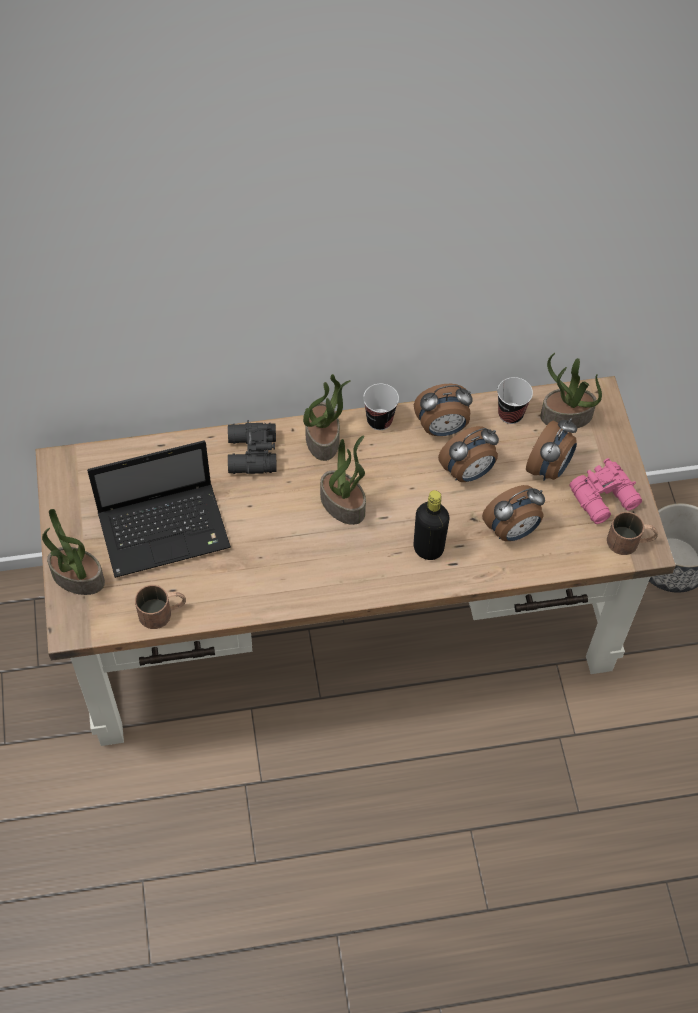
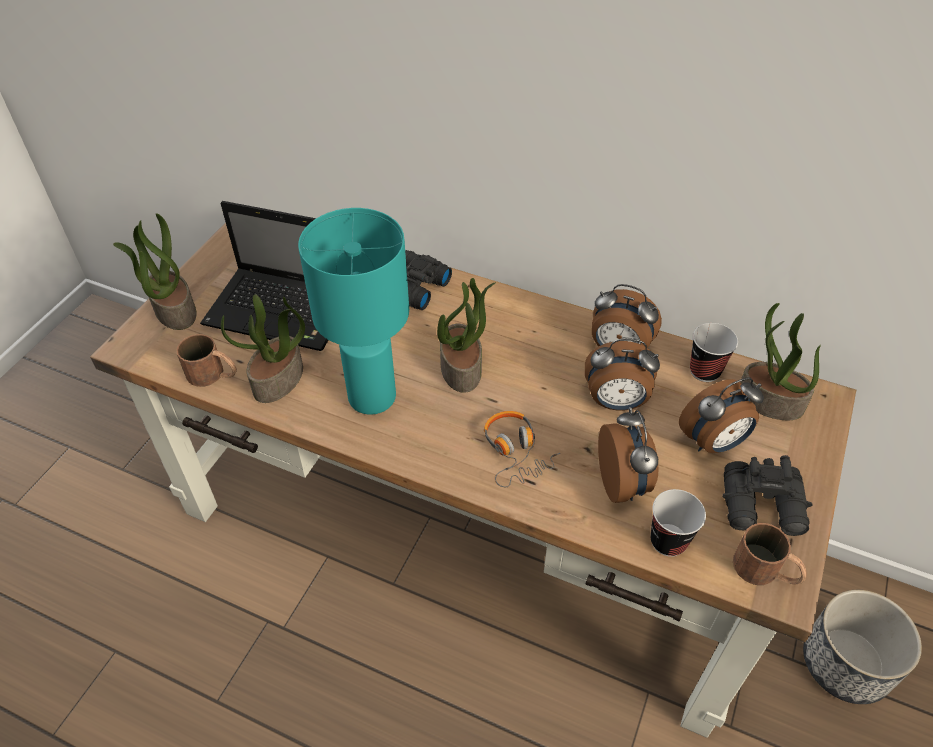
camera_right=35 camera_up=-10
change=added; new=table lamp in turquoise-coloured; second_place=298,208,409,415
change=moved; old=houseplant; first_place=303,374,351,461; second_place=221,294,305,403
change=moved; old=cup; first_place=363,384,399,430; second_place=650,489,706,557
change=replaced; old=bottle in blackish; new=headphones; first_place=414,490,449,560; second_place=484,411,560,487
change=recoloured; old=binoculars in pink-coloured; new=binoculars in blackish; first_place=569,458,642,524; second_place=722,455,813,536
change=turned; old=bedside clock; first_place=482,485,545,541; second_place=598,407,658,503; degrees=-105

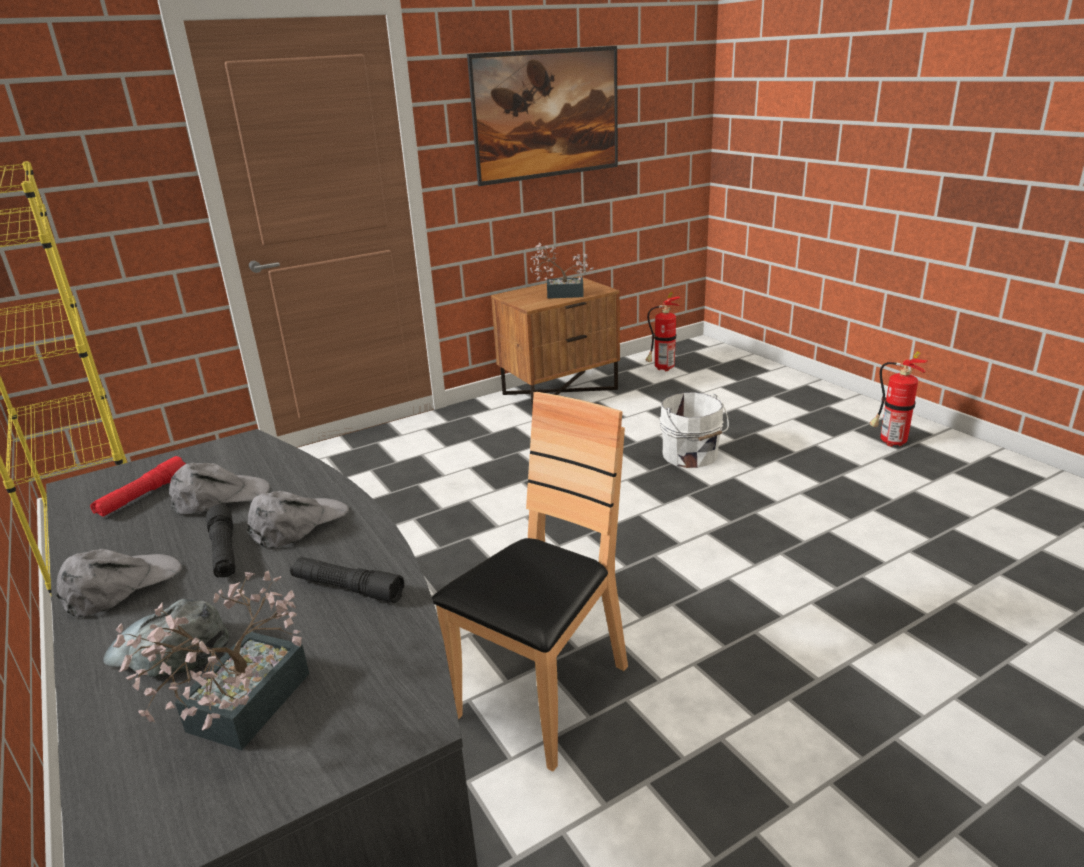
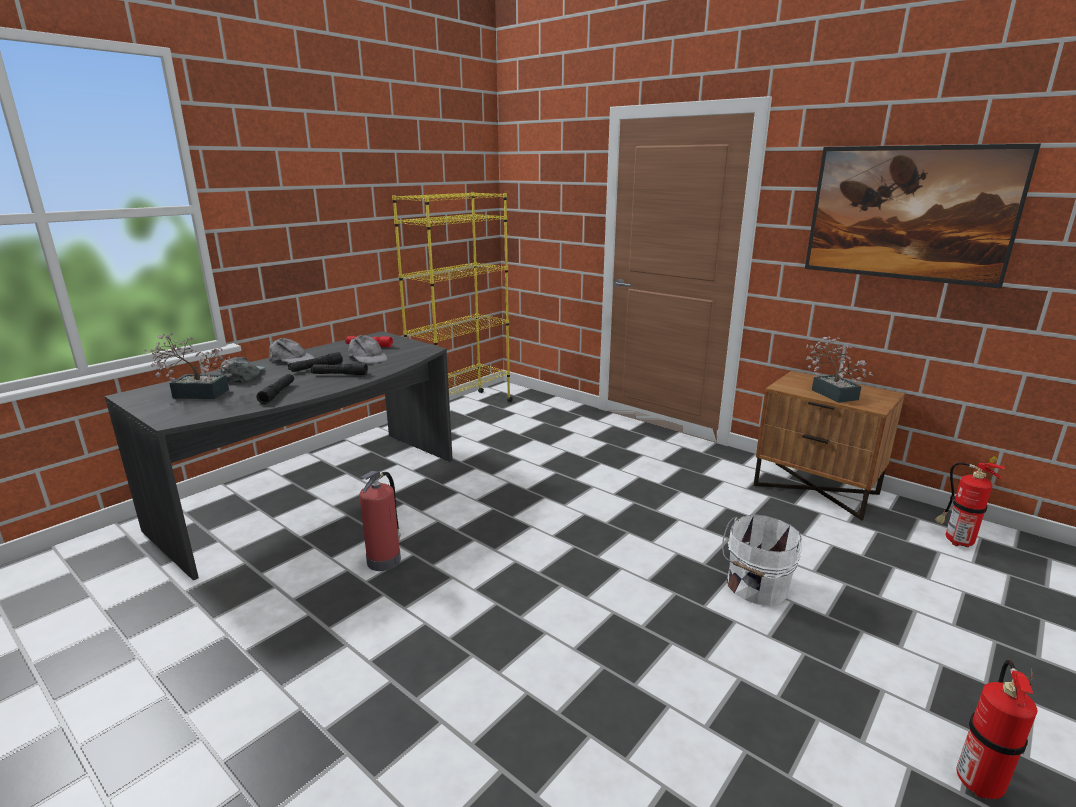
camera_right=70 camera_up=-5
change=replaced; old=baseball cap in greyish; new=flashlight in blackish; first_place=247,491,349,548; second_place=311,363,368,375
change=replaced; old=chair in brownish; new=fire-fighting cylinder; first_place=432,392,628,771; second_place=359,471,401,571

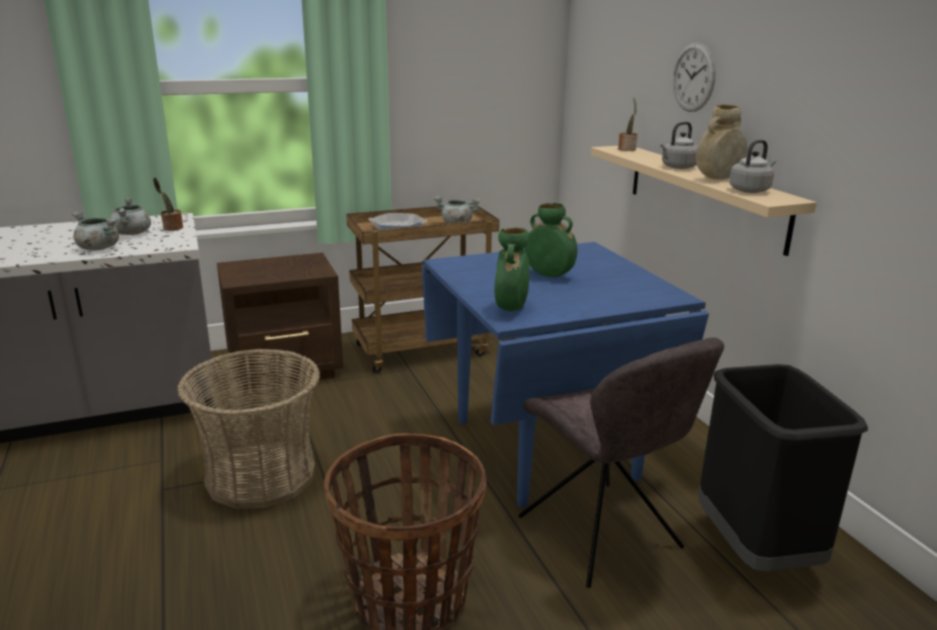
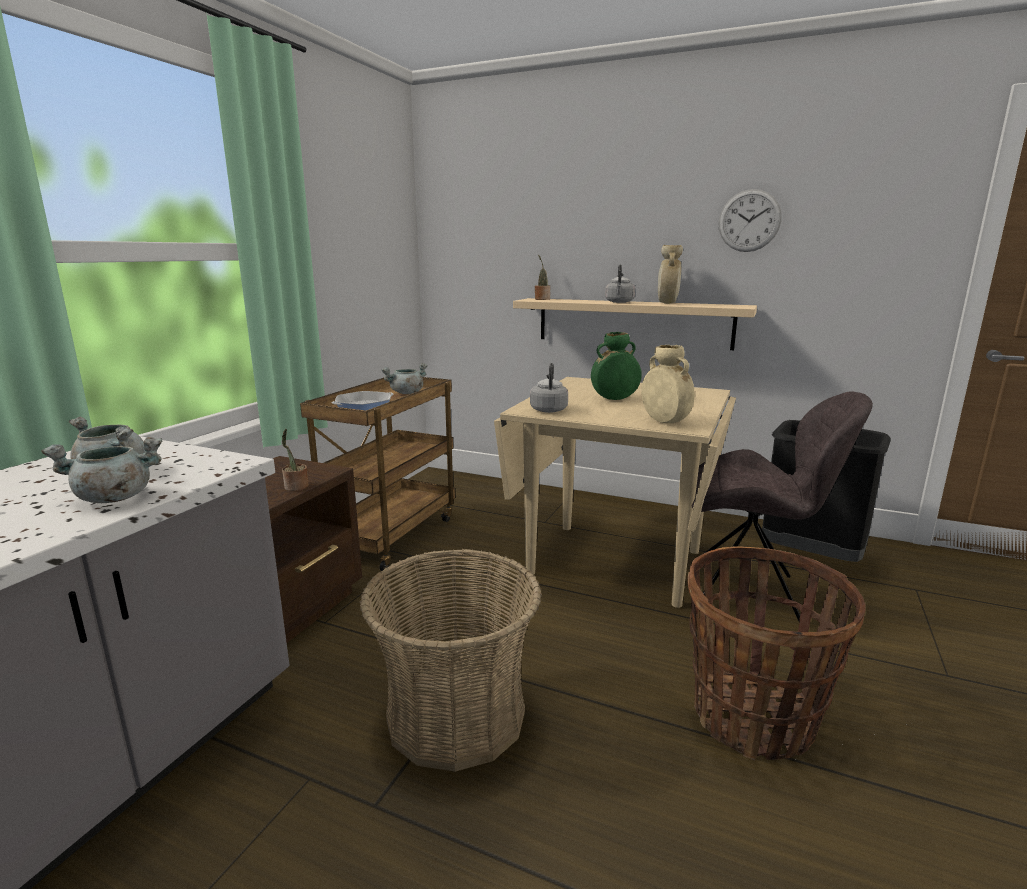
camera_right=-45 camera_up=-5
change=moved; old=houseplant; first_place=153,178,183,231; second_place=282,429,309,491
change=moved; old=wall clock; first_place=673,42,716,112; second_place=719,189,782,252
change=moved; old=water kettle in greyish; first_place=729,140,776,193; second_place=530,363,568,413
change=recoloured; old=kitchen table in blue-coloured; new=kitchen table in beige-coloured; first_place=422,242,709,508; second_place=494,377,736,608
change=recoloured; old=vase in green-coloured; new=vase in beige-coloured; first_place=494,227,530,311; second_place=641,345,695,423

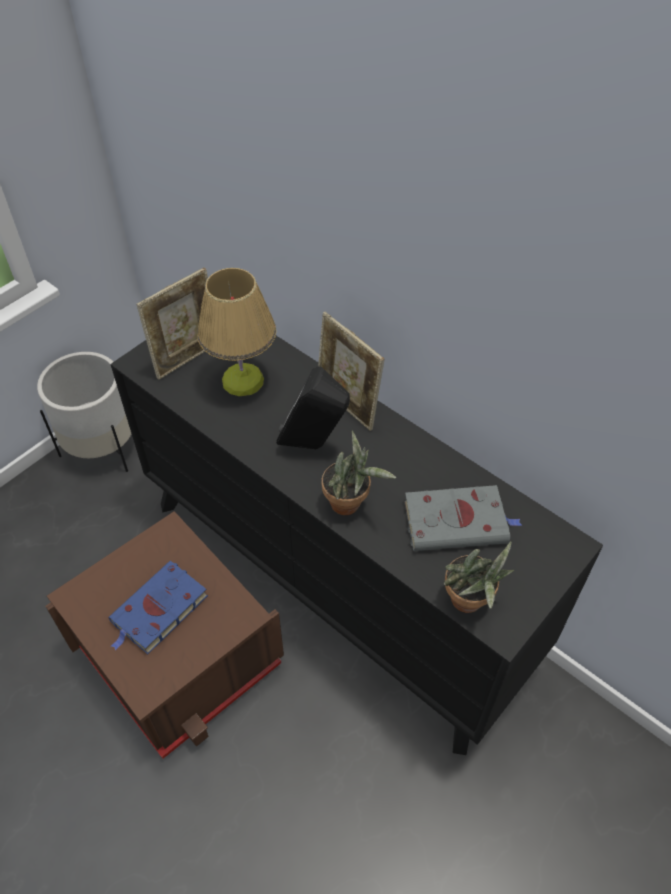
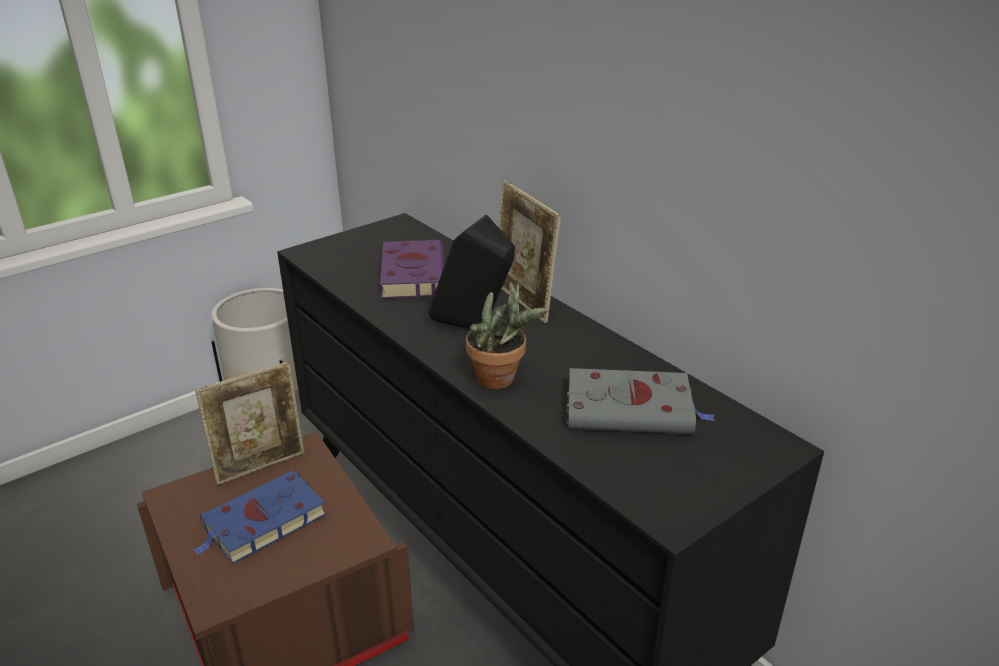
camera_right=10 camera_up=-20
change=removed; old=houseplant; first_place=444,541,514,613
change=moved; old=photo frame; first_place=136,268,208,380; second_place=195,361,305,485
change=replaced; old=table lamp; new=bound book in purple-coloured; first_place=197,268,276,396; second_place=380,240,444,298

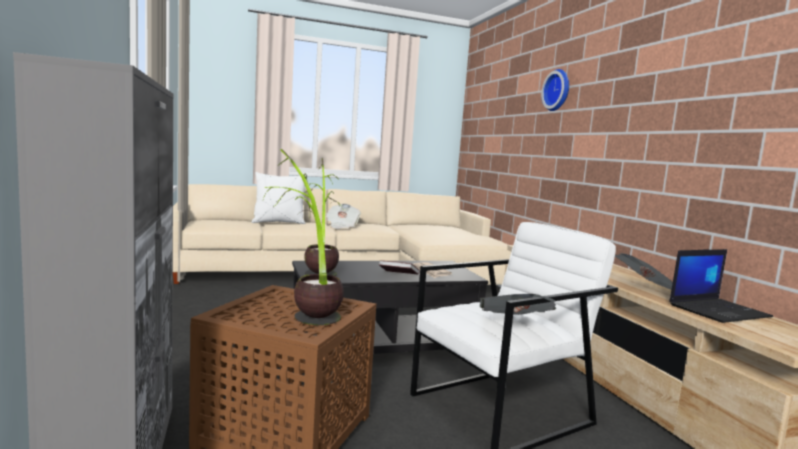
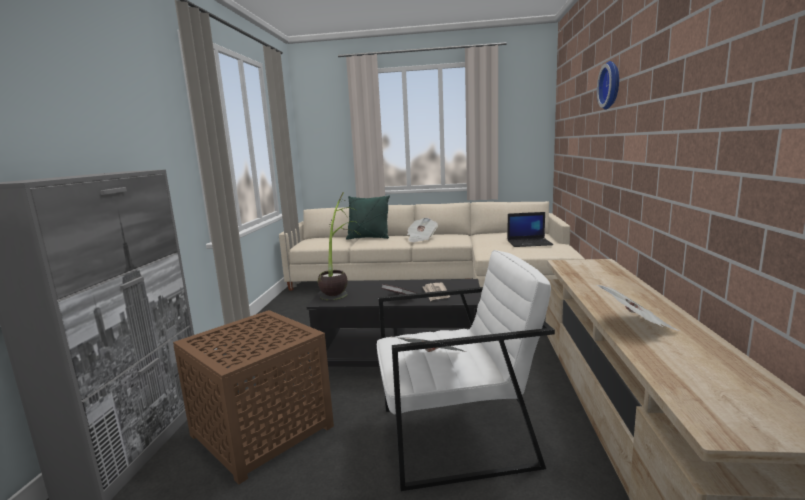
camera_right=25 camera_up=5
change=removed; old=houseplant; first_place=263,149,344,325
change=moved; old=portable computer; first_place=669,249,773,323; second_place=507,212,554,247
change=recoloured; old=cushion in white-coloured; new=cushion in green-coloured; first_place=252,172,306,224; second_place=346,196,390,240

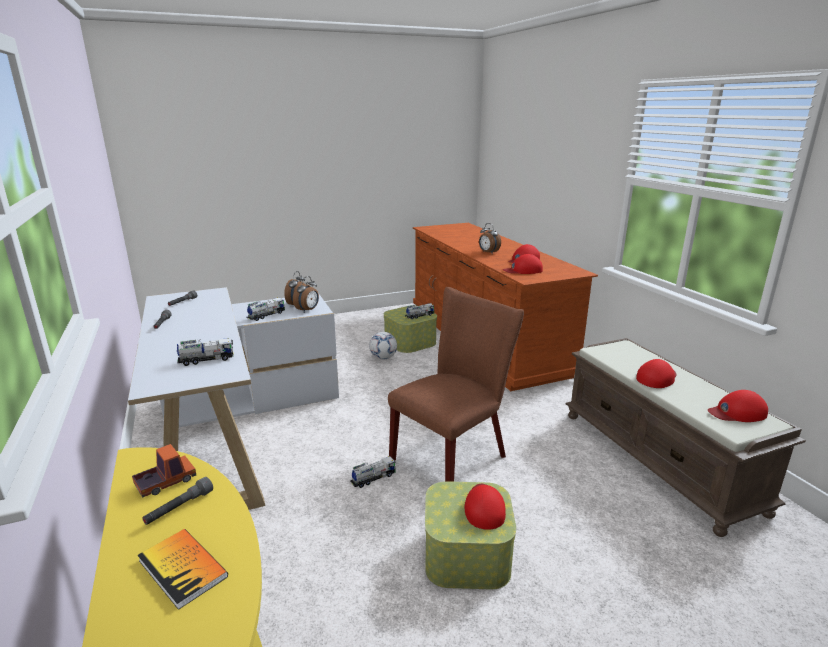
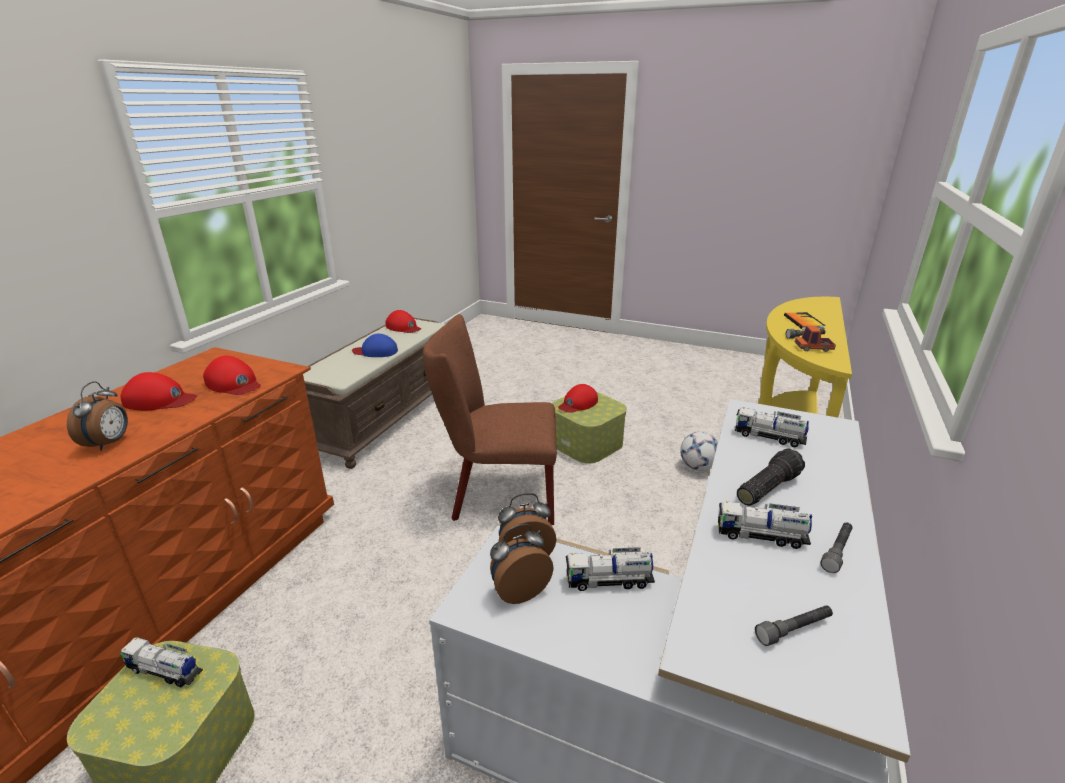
camera_right=-135 camera_up=5
change=added; new=flashlight; second_place=737,448,805,506
change=moved; old=model truck; first_place=350,456,395,488; second_place=718,501,812,549
change=moved; old=football; first_place=369,332,397,359; second_place=680,432,718,471
change=recoloured; old=baseball cap in reddish; new=baseball cap in blue-coloured; first_place=636,359,677,388; second_place=352,334,398,357

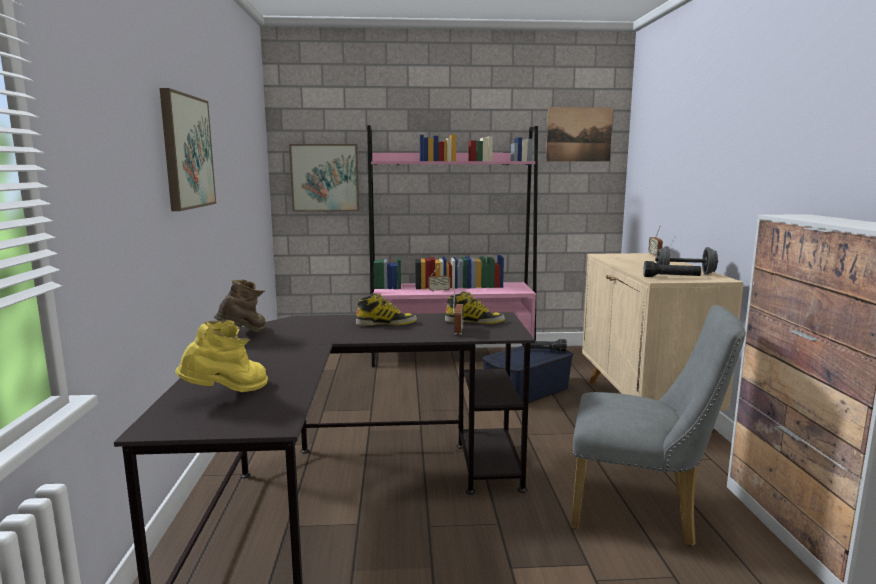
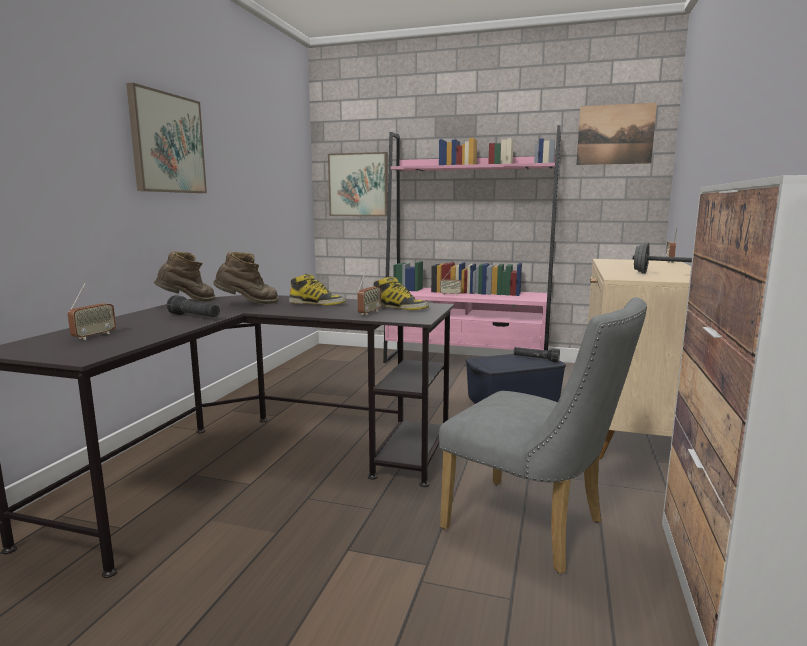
camera_right=20 camera_up=0
change=added; new=tall boot in brownish; second_place=213,252,279,304
change=moved; old=flashlight in blackish; first_place=643,261,701,277; second_place=167,295,220,317
change=replaced; old=tall boot in yellow-coloured; new=radio receiver; first_place=175,320,268,392; second_place=68,283,116,340

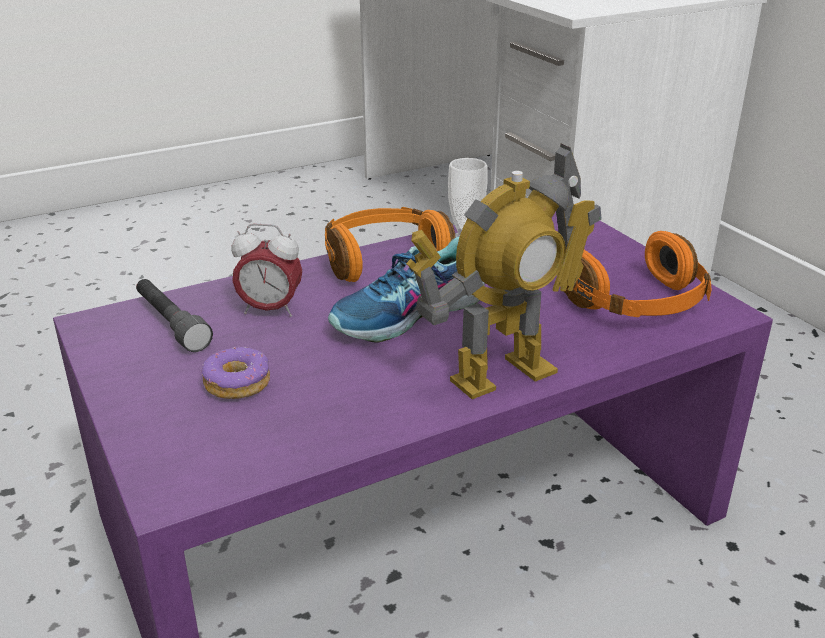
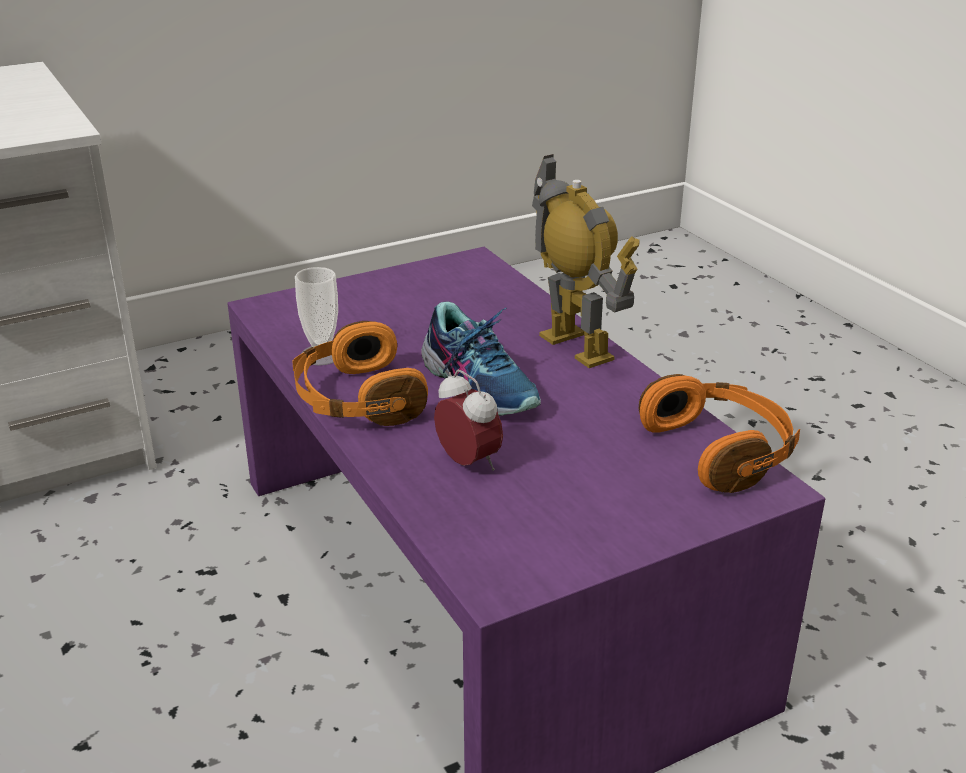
camera_right=-90 camera_up=0
change=removed; old=flashlight in greyish; first_place=136,279,213,352
change=removed; old=doughnut; first_place=202,347,270,399
change=moved; old=headphones in orange; first_place=564,231,711,317; second_place=639,374,800,493
change=turned; old=bedside clock; first_place=231,223,302,317; second_place=434,370,503,471; degrees=-45

